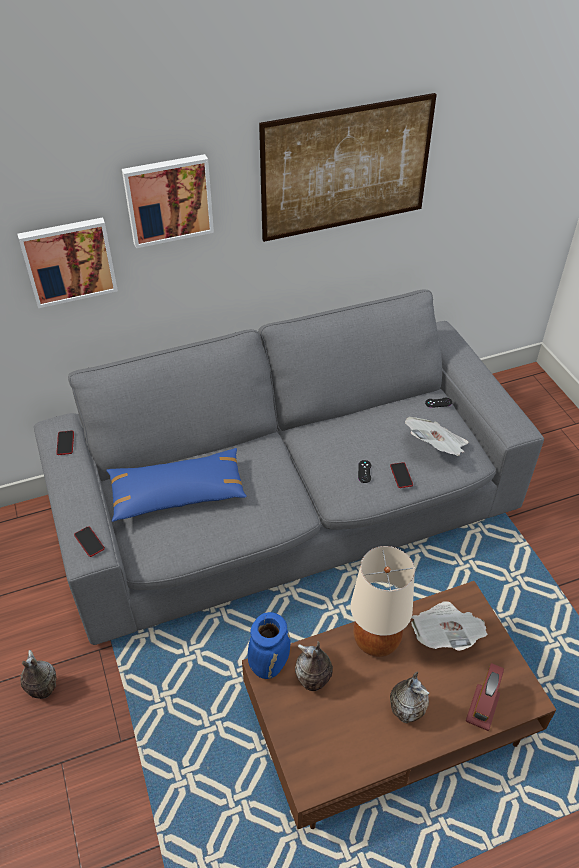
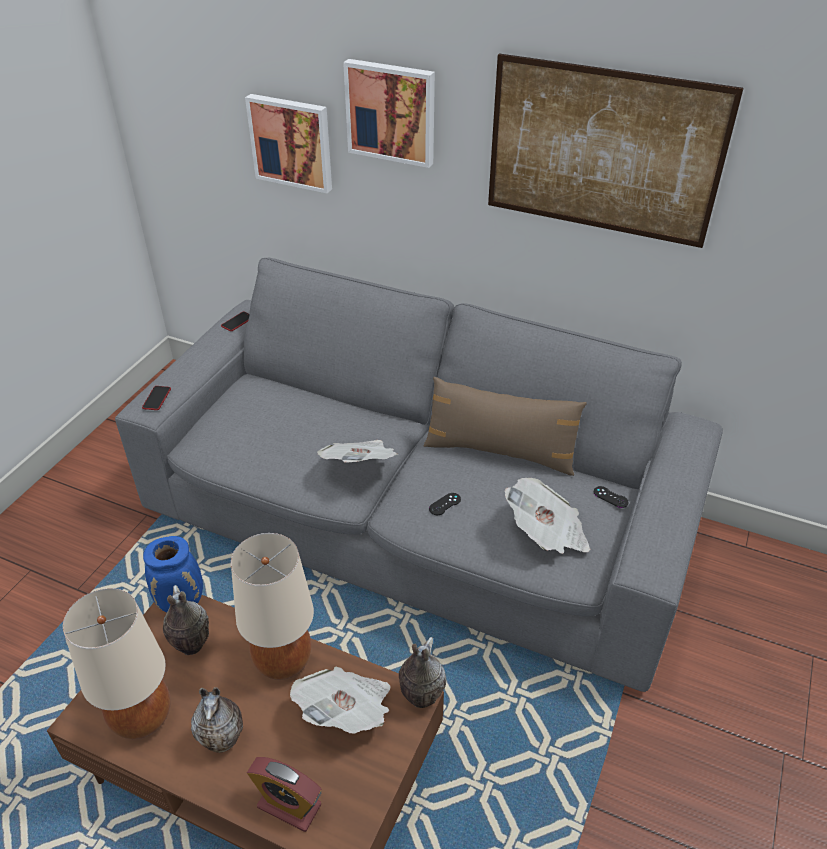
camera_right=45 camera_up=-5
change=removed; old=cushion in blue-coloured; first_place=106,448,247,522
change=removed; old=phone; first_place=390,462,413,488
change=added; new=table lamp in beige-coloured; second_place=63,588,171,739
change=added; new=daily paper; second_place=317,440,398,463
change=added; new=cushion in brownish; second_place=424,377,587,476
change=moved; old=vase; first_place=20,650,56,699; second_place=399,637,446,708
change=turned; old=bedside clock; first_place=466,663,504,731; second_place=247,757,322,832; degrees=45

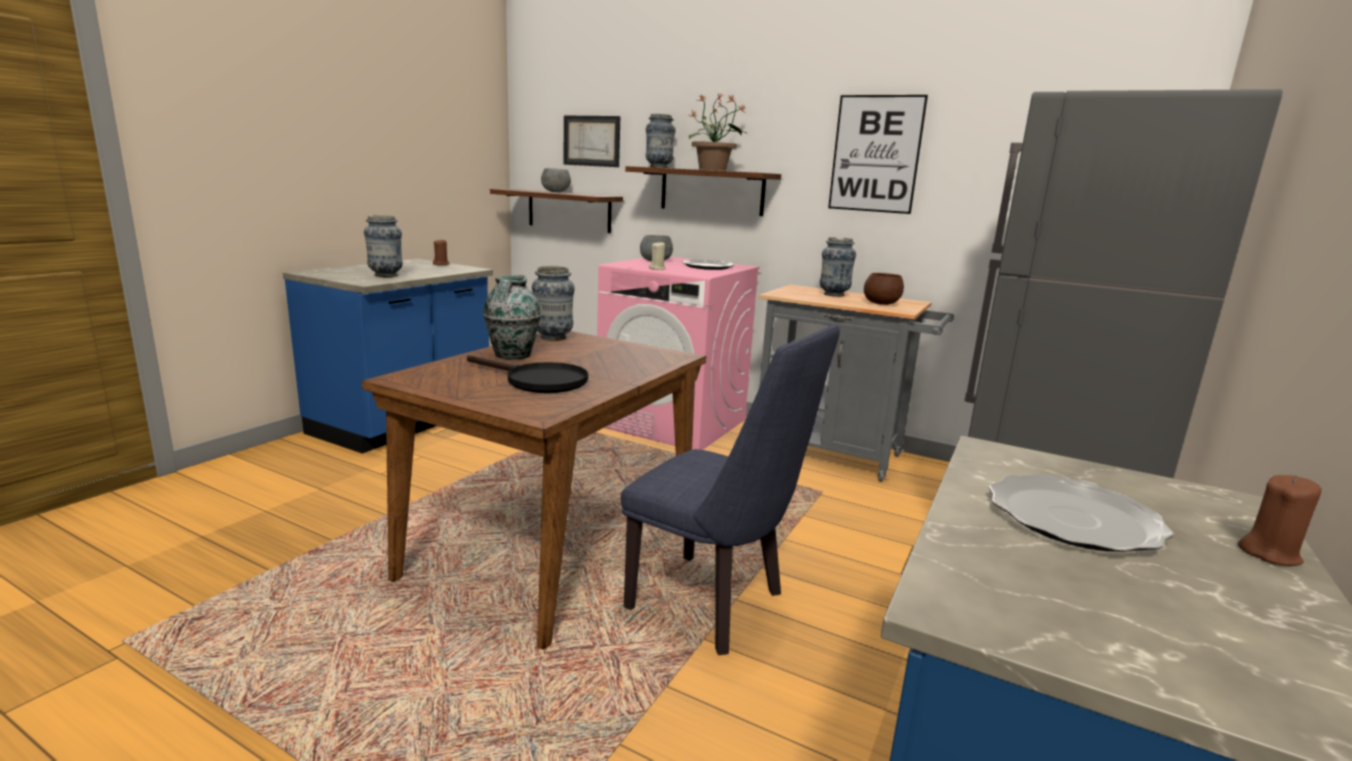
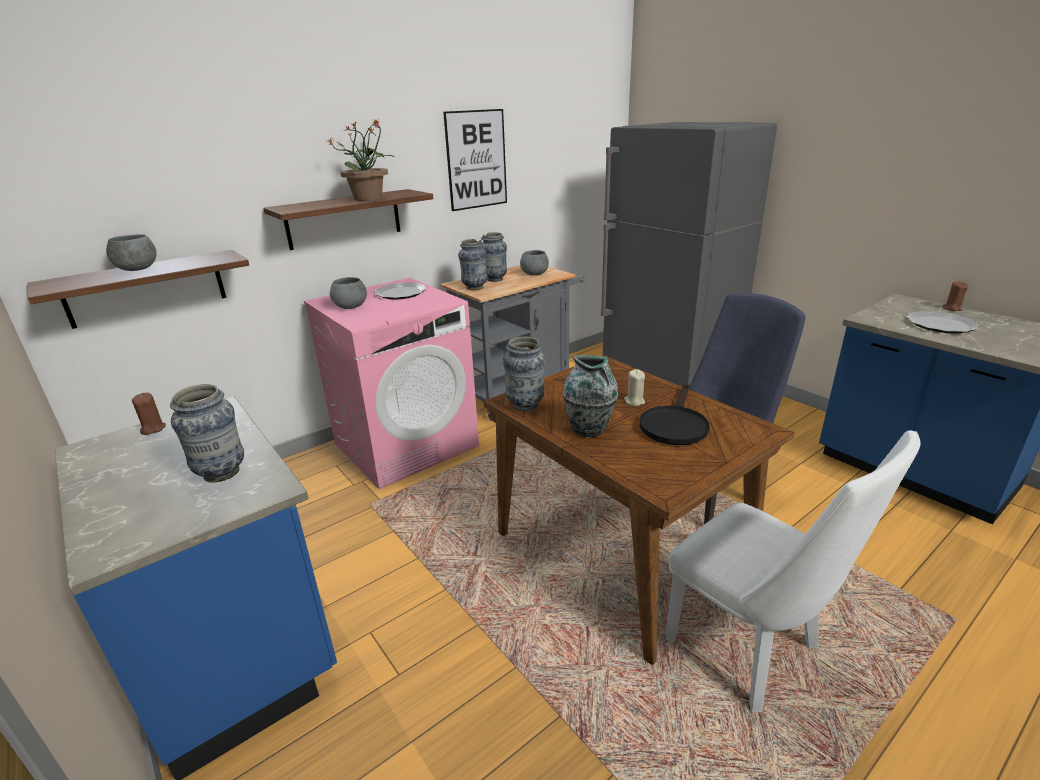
camera_right=-65 camera_up=10
change=removed; old=picture; first_place=564,116,620,167
change=added; new=chair in white-coloured; second_place=665,430,921,712
change=moved; old=vase; first_place=646,114,675,168; second_place=458,239,487,290
change=moved; old=wax light in beige-coloured; first_place=649,241,666,270; second_place=624,369,645,406
change=recoloured; old=deep dish in brownish; new=deep dish in greyish; first_place=864,273,904,305; second_place=520,250,549,275
change=turned; old=pan in blackish; first_place=467,356,588,393; second_place=640,383,710,445; degrees=150

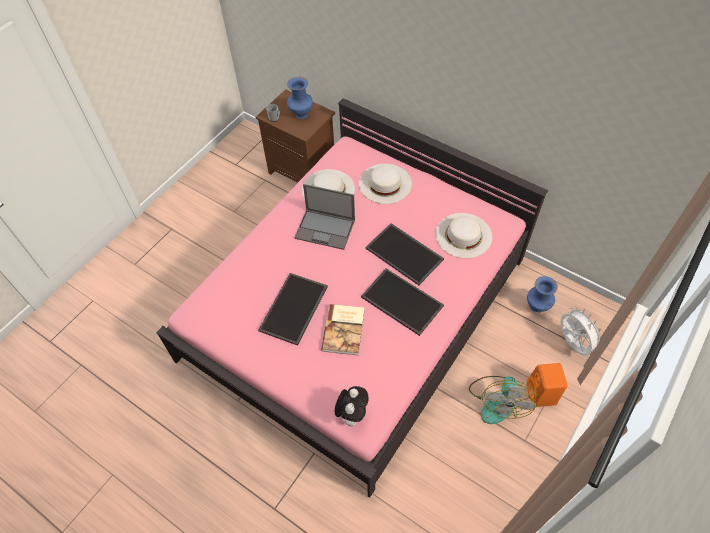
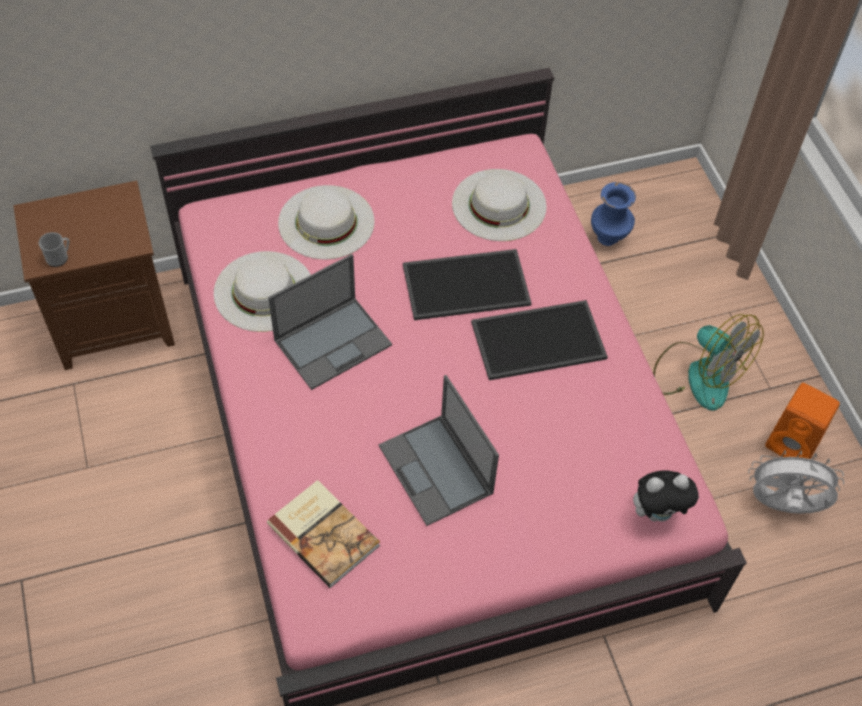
camera_right=-55 camera_up=0
change=removed; old=vase in blue-coloured; first_place=287,77,313,119
change=moved; old=bound book; first_place=321,304,365,355; second_place=267,480,380,588
change=moved; old=loudspeaker in orange; first_place=527,363,568,407; second_place=765,383,840,459
change=moved; old=electric fan in white-coloured; first_place=560,306,601,356; second_place=748,450,844,514
change=replaced; old=carrying tray; new=portable computer; first_place=258,273,328,346; second_place=379,375,499,526
change=turned; old=plush toy; first_place=335,386,369,426; second_place=633,470,699,521; degrees=120

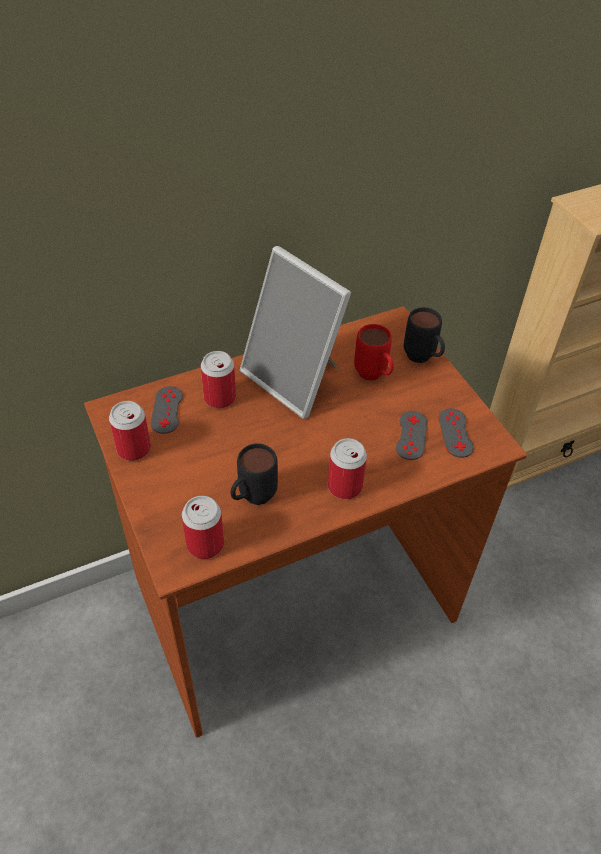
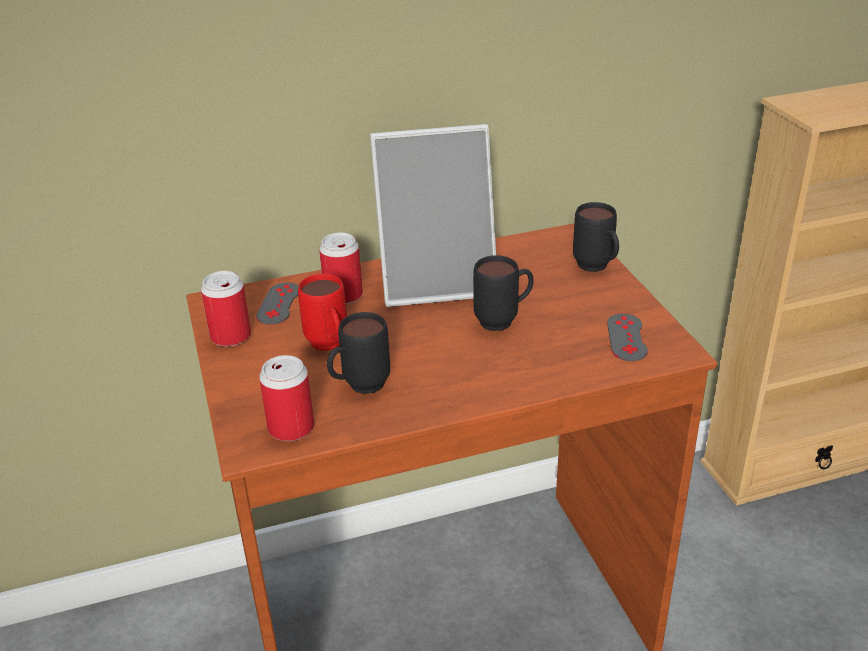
camera_right=10 camera_up=-15
change=removed; old=metal can; first_place=328,438,367,499
change=removed; old=game controller in greyish; first_place=396,411,427,460
change=added; new=mug in blackish; second_place=473,255,534,331
change=moved; old=mug in reddish; first_place=354,324,394,380; second_place=298,274,347,351
change=turned; old=photo frame; first_place=240,246,351,419; second_place=370,124,496,307; degrees=-60

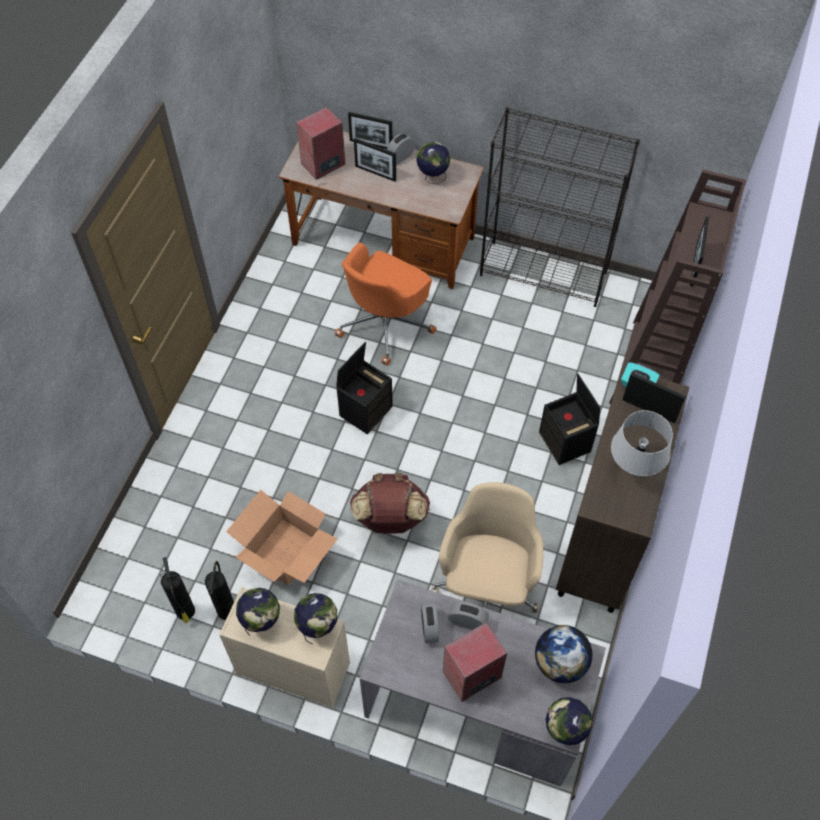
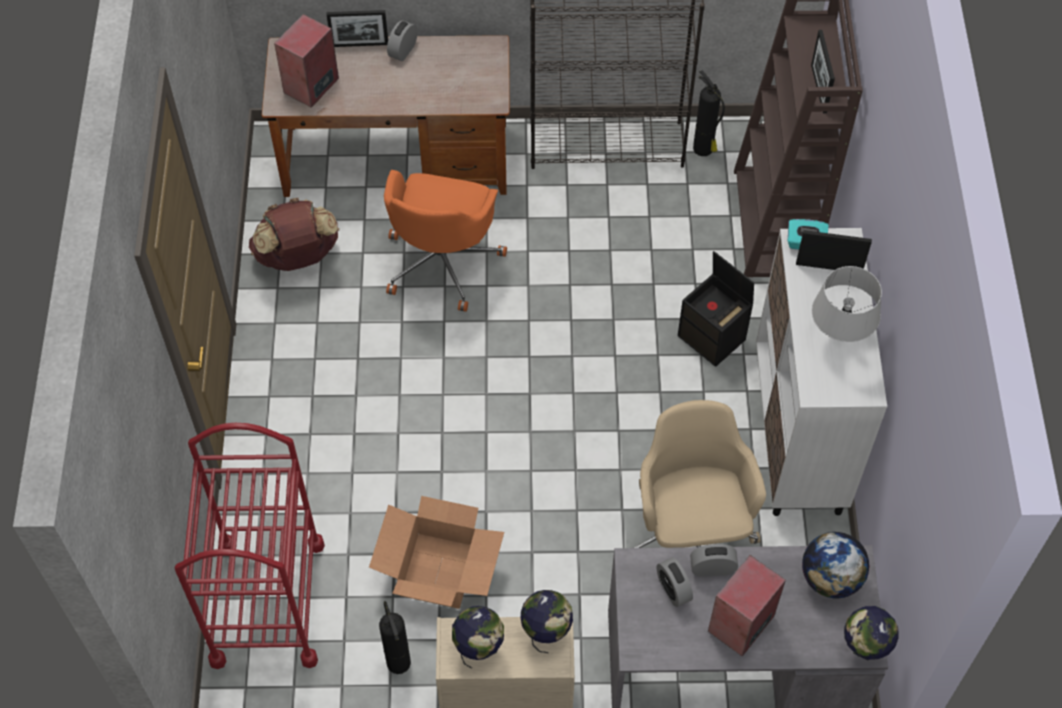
camera_right=-20 camera_up=0
change=removed; old=storage container in blackish; first_place=336,342,393,434
change=removed; old=photo frame; first_place=354,138,396,182
change=removed; old=world globe; first_place=416,142,450,184
change=added; new=wheeled cart in reddish; second_place=175,423,325,669
change=moved; old=fire-fighting cylinder; first_place=160,557,195,623; second_place=693,70,725,156
change=moved; old=backpack in brownish; first_place=350,473,430,534; second_place=249,198,339,271
change=recoloured; old=cupboard in brownish; new=cupboard in white-coloured; first_place=556,368,689,613; second_place=756,228,887,516

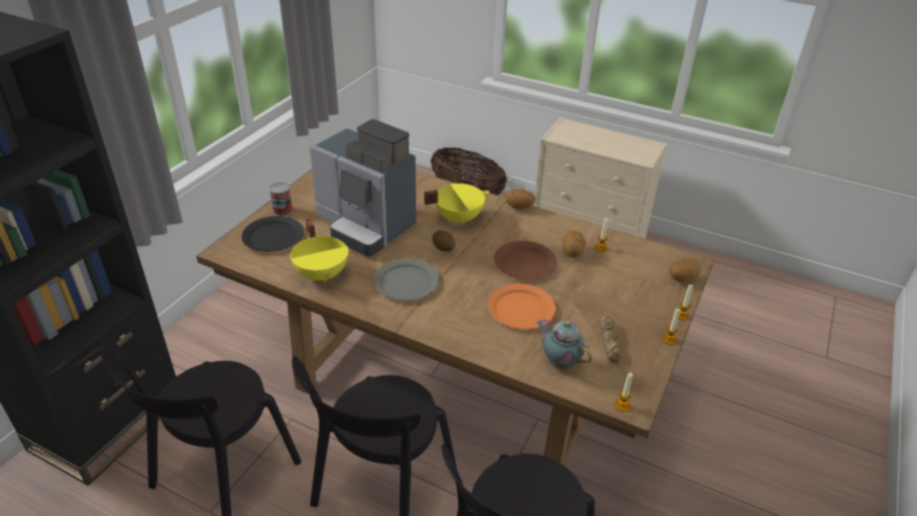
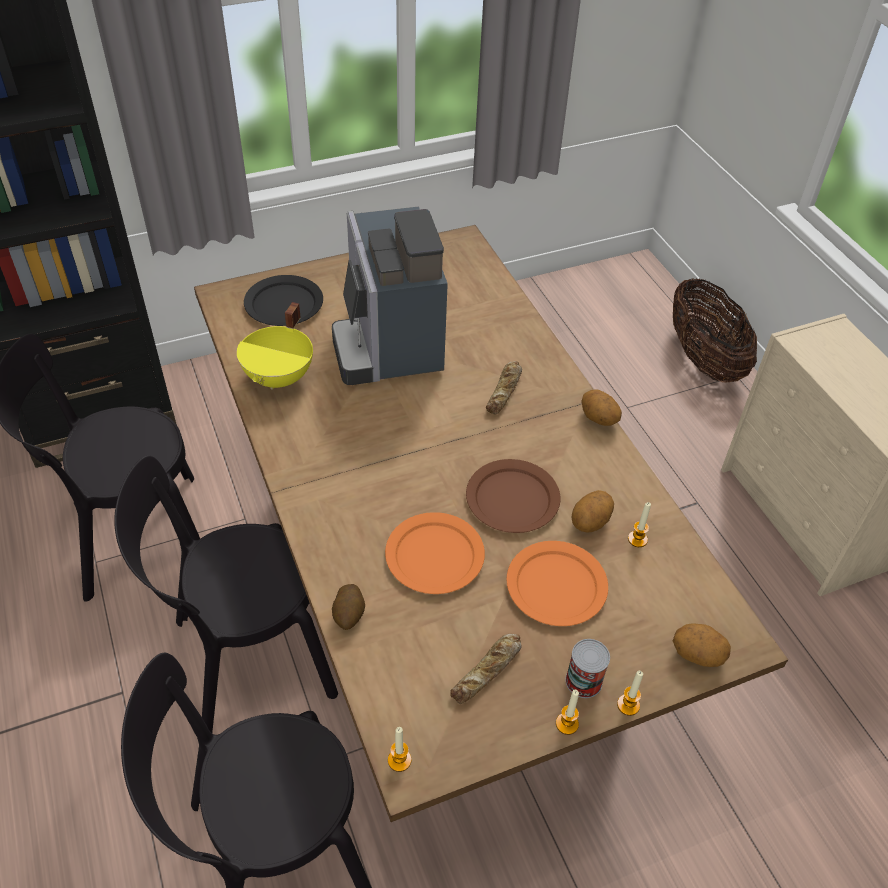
camera_right=40 camera_up=10
change=removed; old=plate in greyish; first_place=374,259,439,301
change=removed; old=teapot; first_place=536,319,592,370
change=added; new=plate in orange; second_place=506,541,608,626
change=moved; old=metal can; first_place=269,182,293,216; second_place=566,639,610,698
change=moved; old=whole potato; first_place=432,230,455,252; second_place=332,584,365,630
change=replaced; old=cooking pot in yellow-coloured; new=bakery bread; first_place=424,183,490,225; second_place=486,361,522,415

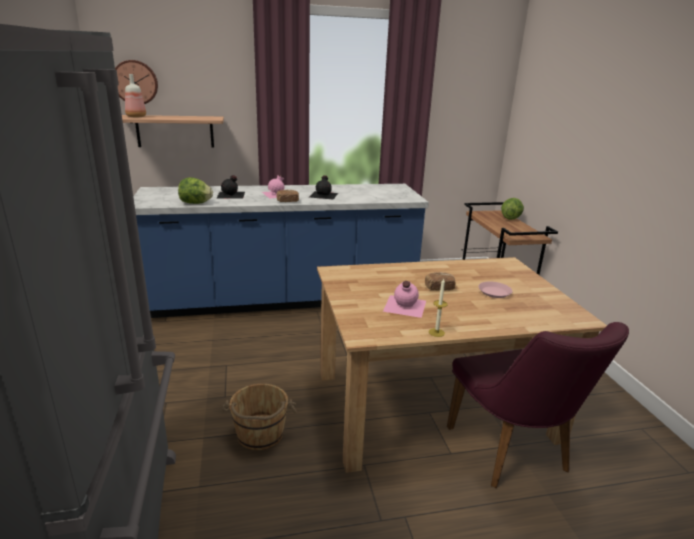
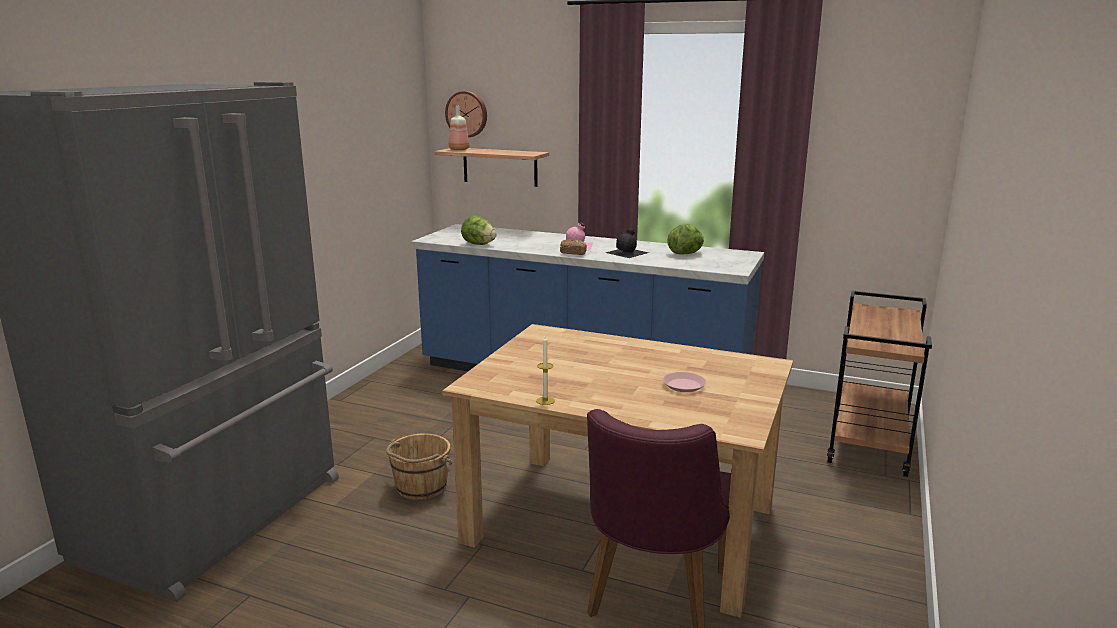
camera_right=35 camera_up=-5
change=removed; old=bottle in blackish; first_place=217,175,245,199
change=removed; old=bottle in pink-coloured; first_place=383,281,426,318
change=removed; old=bakery bread; first_place=425,272,456,290
change=moved; old=lettuce; first_place=501,198,524,220; second_place=667,224,704,255

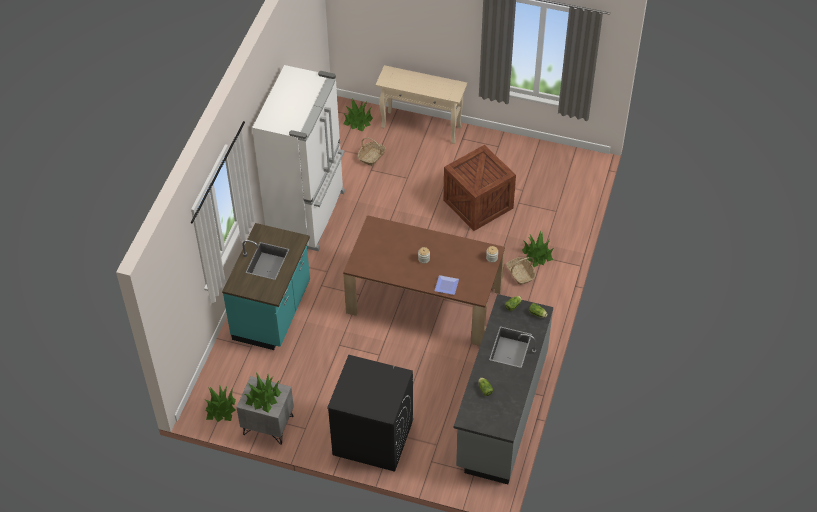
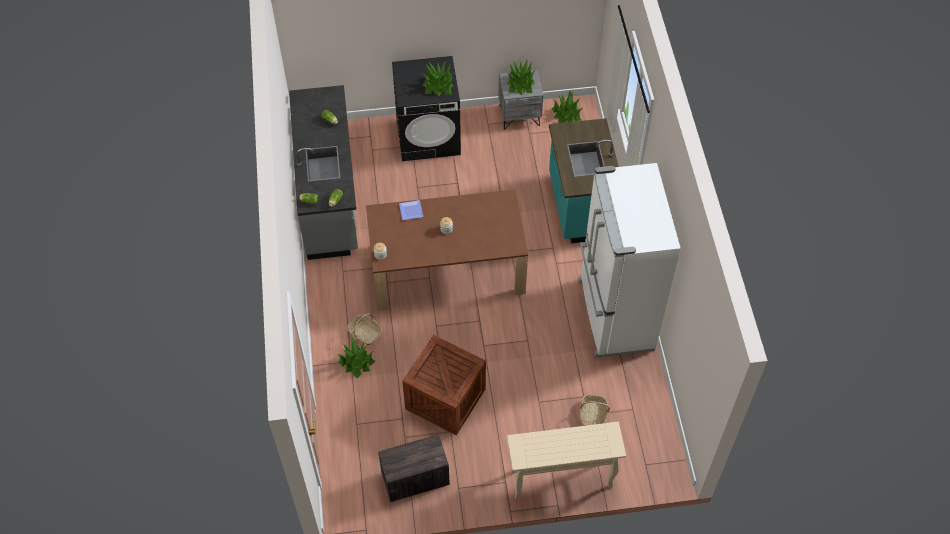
camera_right=155 camera_up=5
change=added; new=crate; second_place=378,434,450,502
change=moved; old=houseplant; first_place=344,98,373,132; second_place=423,61,453,96

